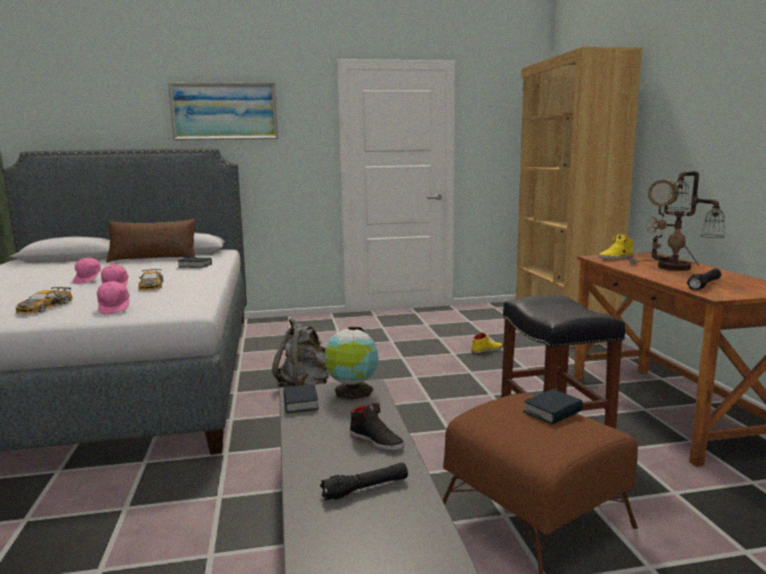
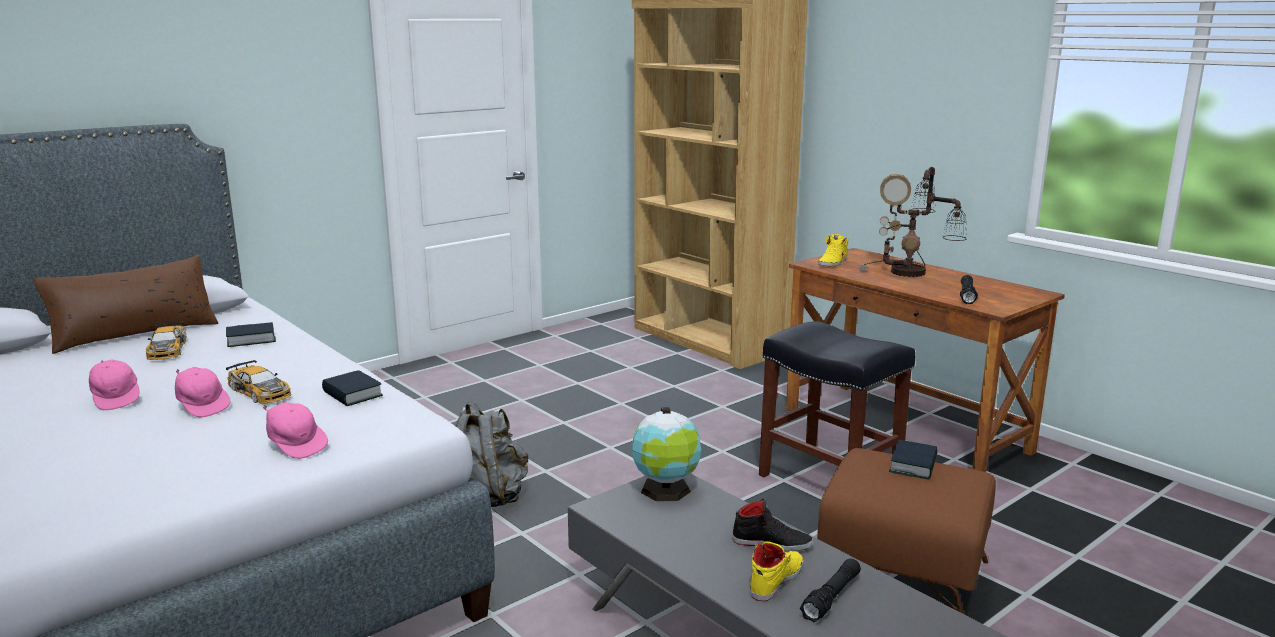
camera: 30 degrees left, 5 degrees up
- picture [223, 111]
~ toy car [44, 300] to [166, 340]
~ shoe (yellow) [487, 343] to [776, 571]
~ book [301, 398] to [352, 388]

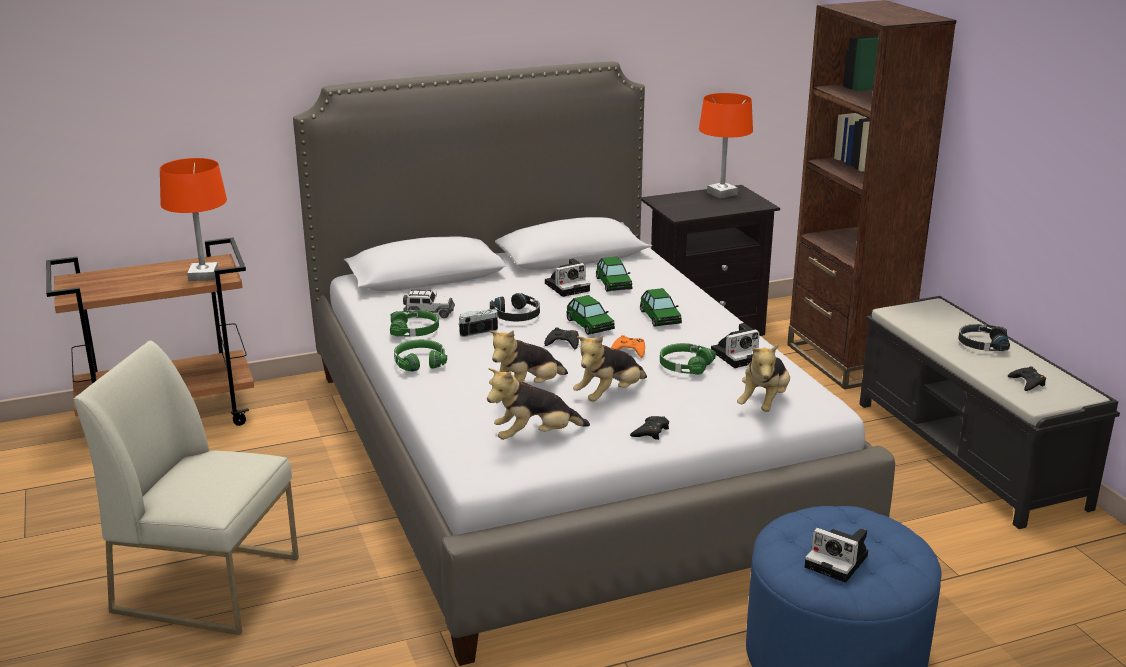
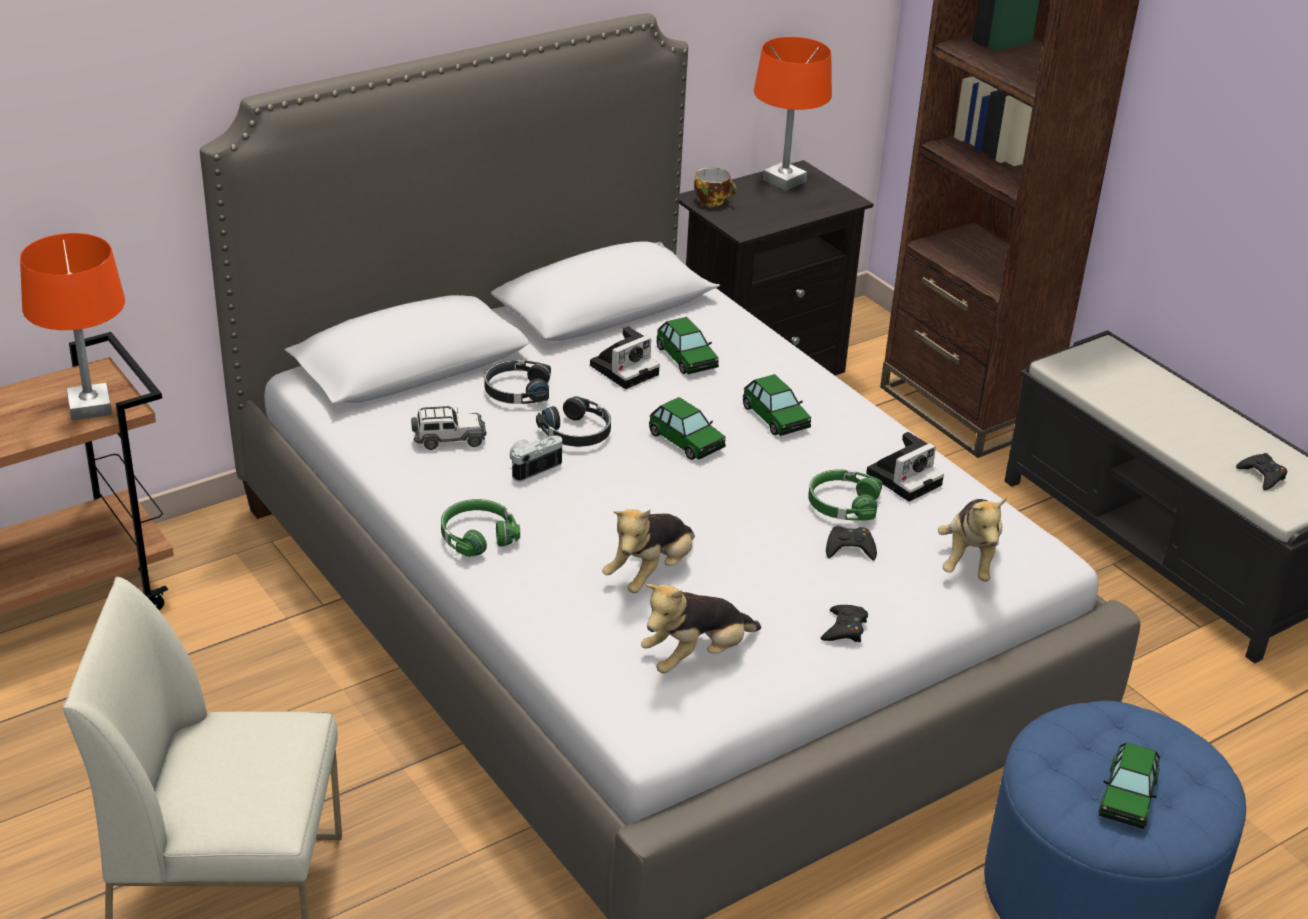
camera: 15 degrees left, 10 degrees up
- headphones (green) [414, 323]
~ headphones (black) [984, 337] to [517, 382]
~ game controller (black) [561, 338] to [851, 543]
- game controller (orange) [628, 346]
- plush toy [610, 369]
~ photo camera [836, 555] to toy car [1129, 785]
+ cup [715, 187]

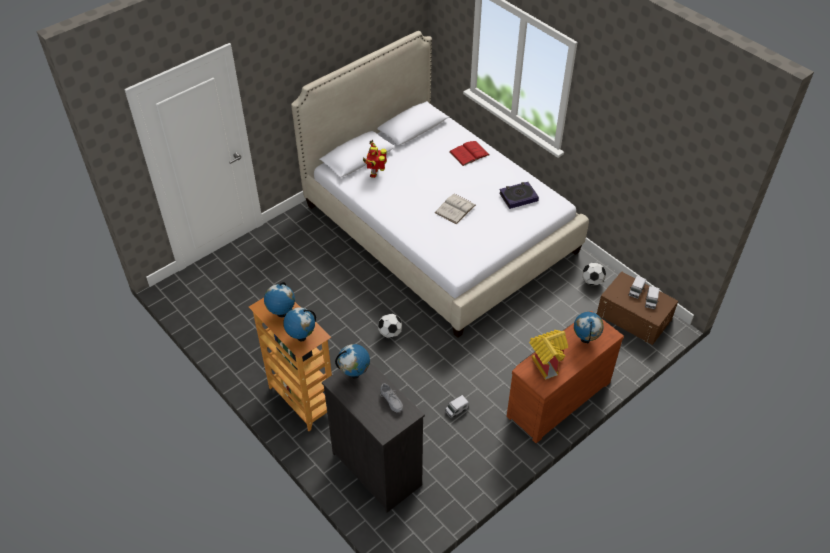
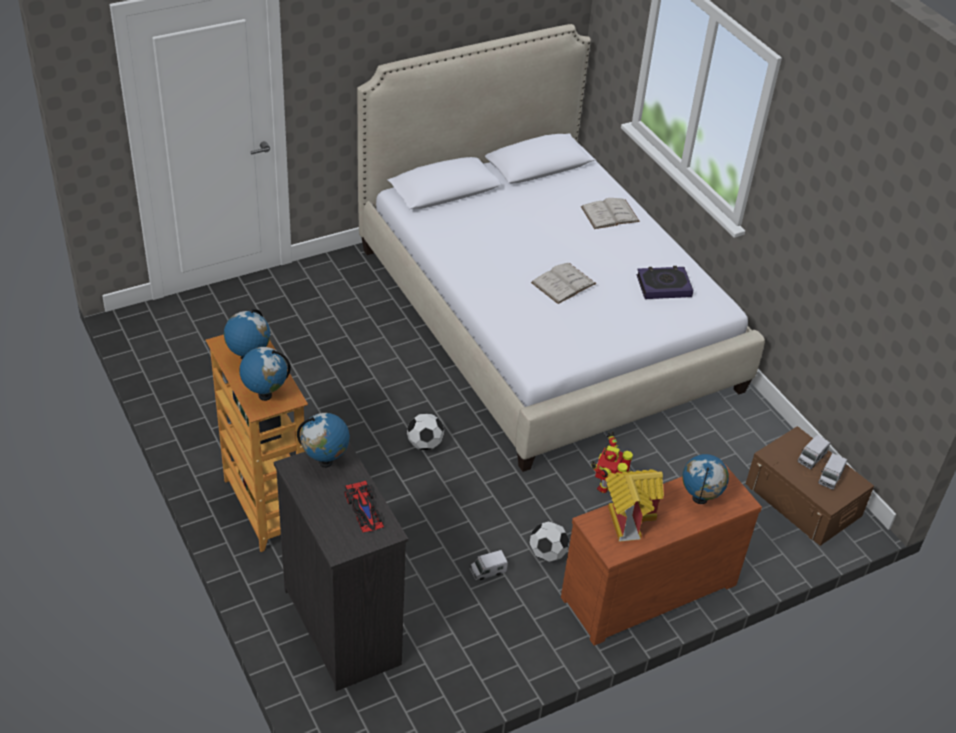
camera: 10 degrees right, 5 degrees down
~ toy robot [375, 159] to [612, 462]
~ book (red) [470, 153] to book (white) [610, 213]
~ football [594, 274] to [549, 541]
~ shoe (grey) [391, 398] to toy car [364, 506]

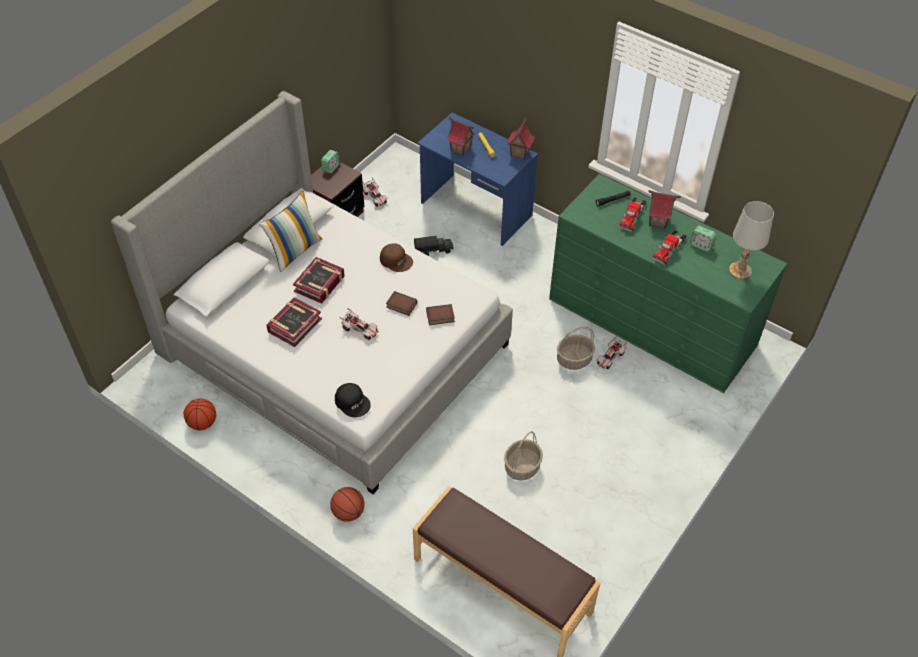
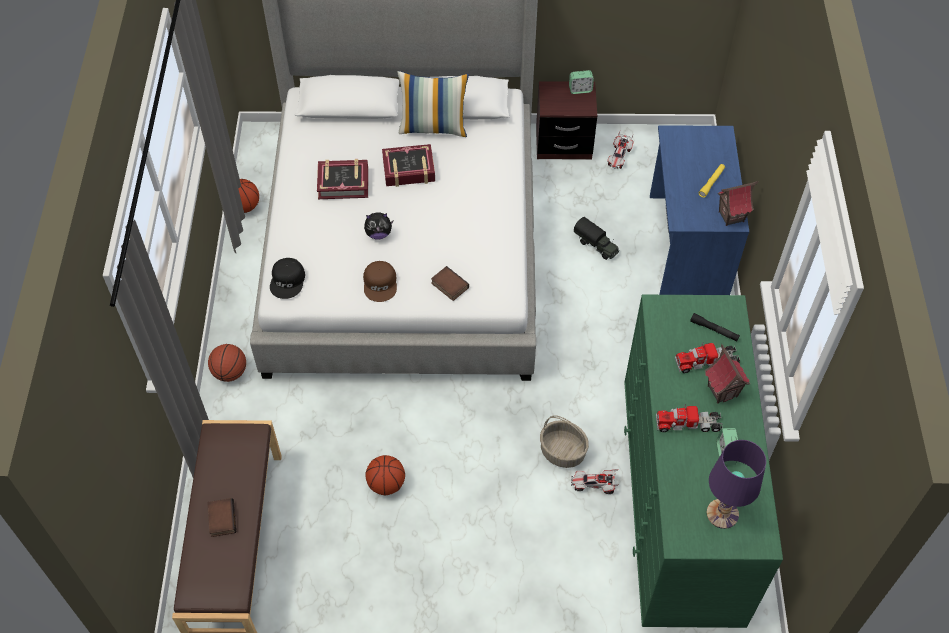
camera: 55 degrees right, 5 degrees up
- toy house [461, 137]
~ table lamp (white) [751, 240] to table lamp (purple) [736, 484]
~ cap (brown) [396, 257] to [380, 281]
~ book [401, 303] to [221, 517]
~ toy car [359, 324] to plush toy [378, 225]
~ basket [523, 456] to basketball [385, 475]

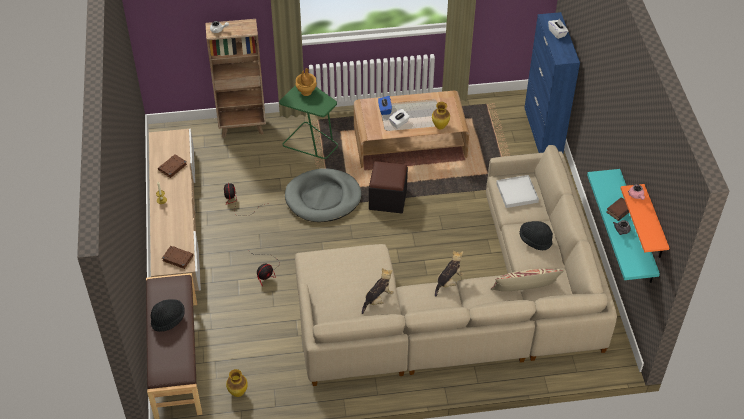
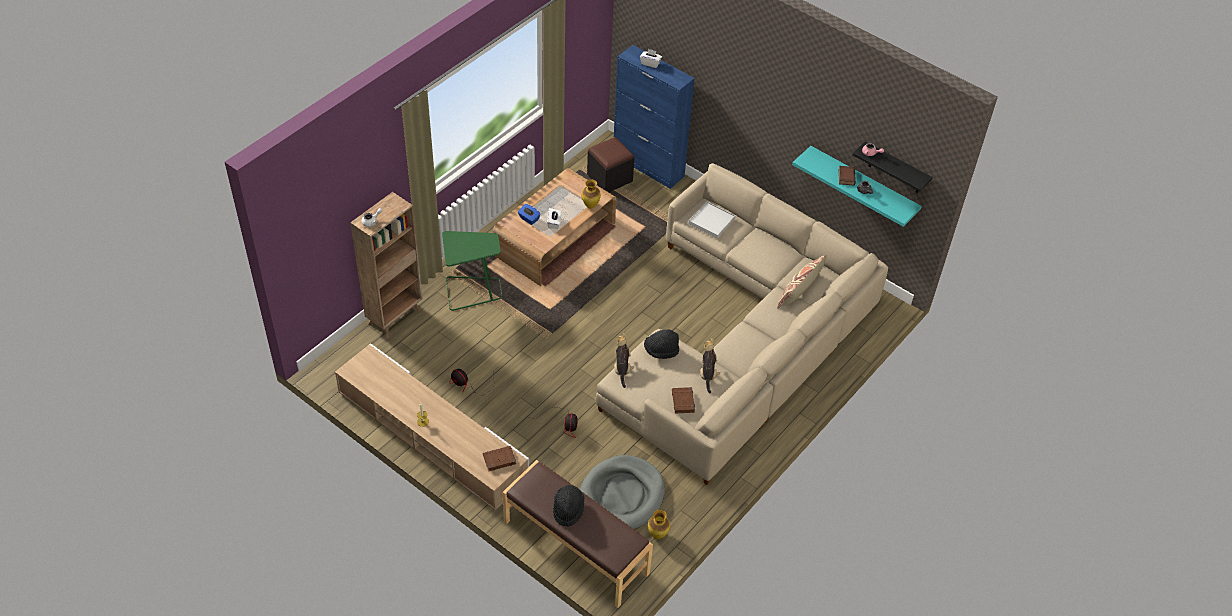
camera: 45 degrees left, 0 degrees up
- vase (brown) [306, 82]
~ book (brown) [172, 166] to [683, 400]
~ ottoman (black) [388, 187] to [610, 164]
~ dog bed (grey) [323, 195] to [622, 492]
~ shelf (orange) [644, 221] to shelf (black) [892, 167]
~ hat (black) [536, 235] to [661, 344]
~ plush toy [449, 273] to [624, 360]

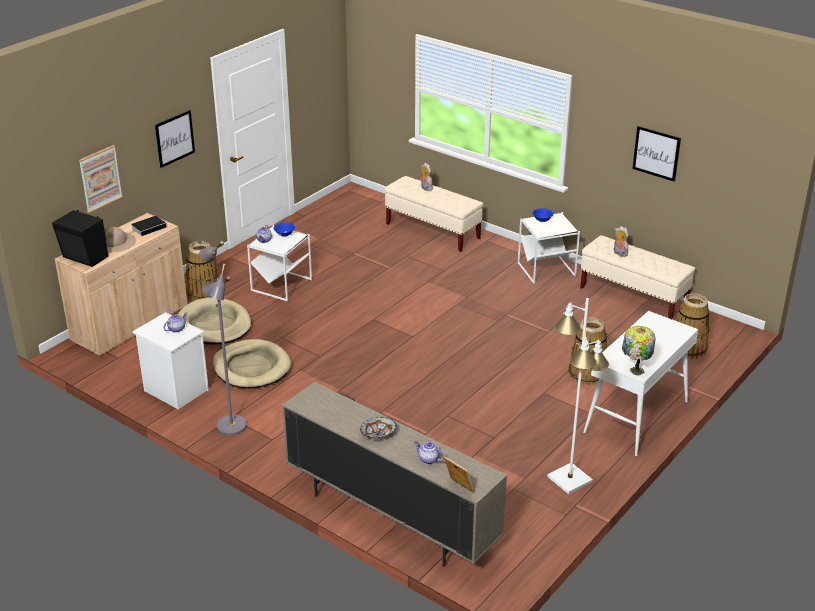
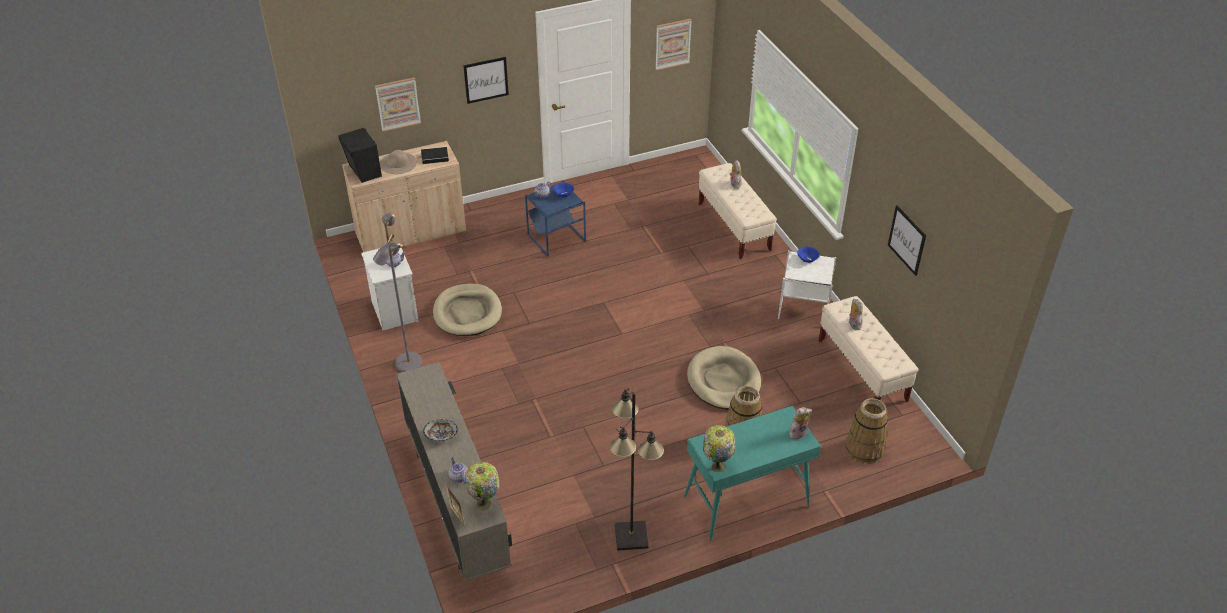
camera: 30 degrees right, 10 degrees up
~ side table (white) [279, 263] to side table (blue) [555, 219]
- basket [202, 270]
~ dog bed (beige) [215, 321] to [724, 378]
~ floor lamp (white) [578, 396] to floor lamp (black) [637, 469]
~ console table (white) [640, 383] to console table (turquoise) [752, 473]
+ picture [673, 45]
+ plush toy [800, 423]
+ table lamp [482, 486]

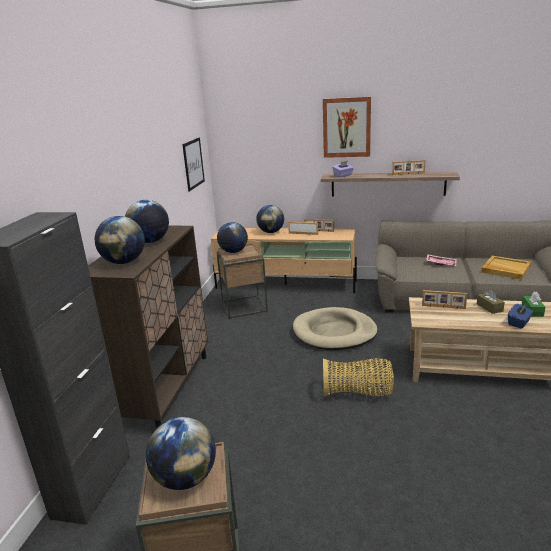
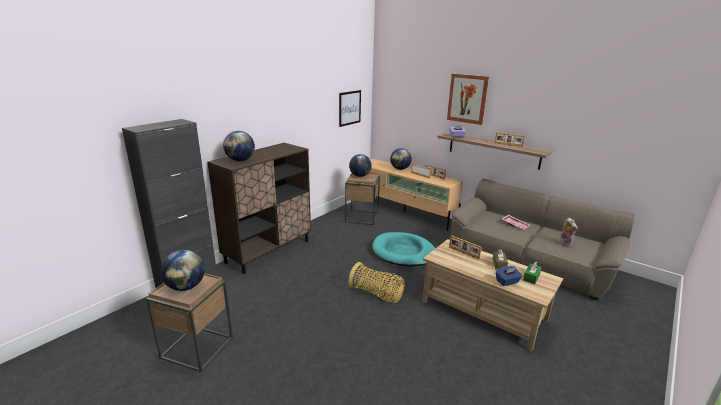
camera: 25 degrees right, 0 degrees up
- globe [147, 221]
~ tray (beige) [506, 268] to plush toy [568, 232]
~ dog bed (beige) [335, 328] to dog bed (turquoise) [403, 249]

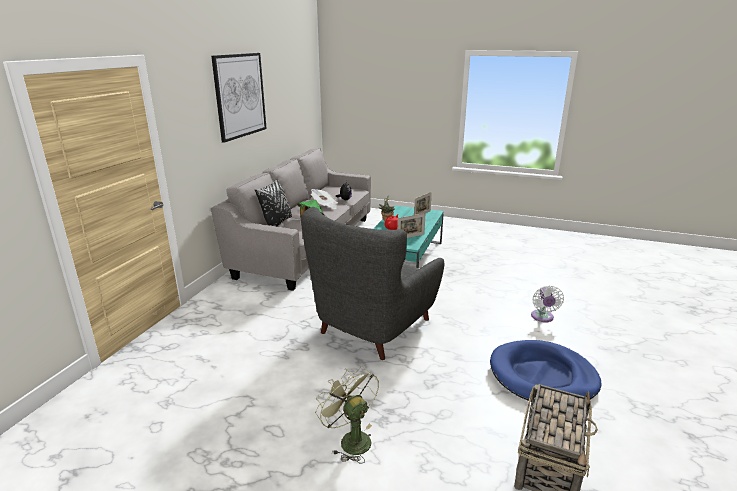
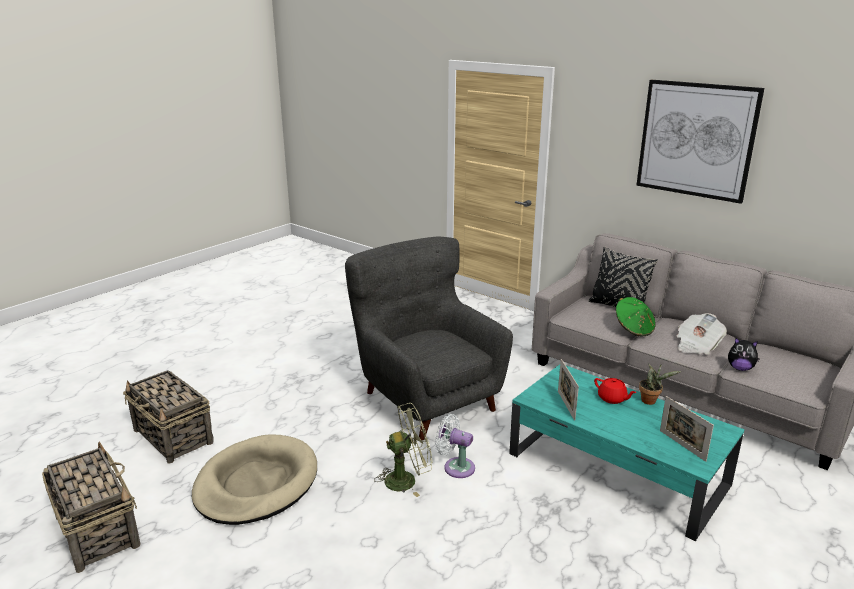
camera: 110 degrees right, 0 degrees up
~ fan (white) [547, 303] to [455, 446]
~ dog bed (blue) [546, 371] to dog bed (beige) [254, 480]
~ fan (green) [347, 415] to [403, 450]
+ basket [91, 507]

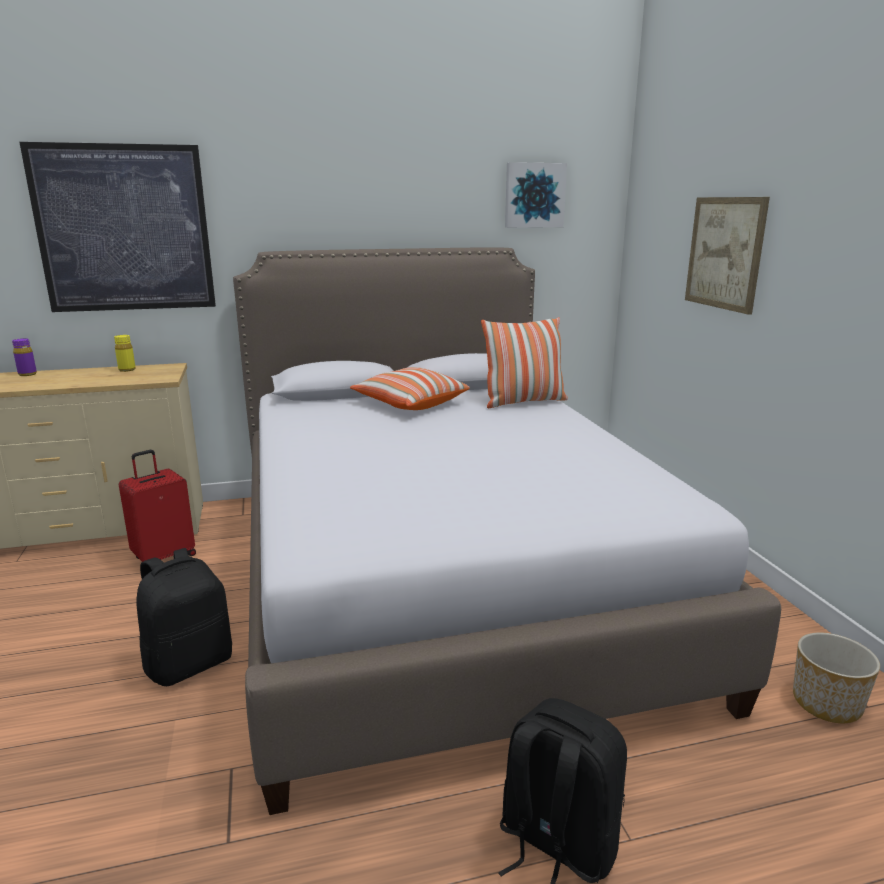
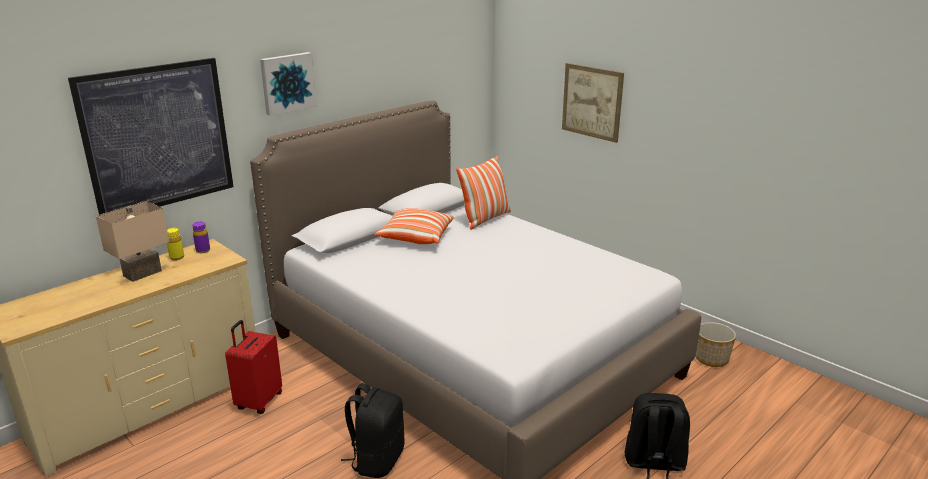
camera: 30 degrees left, 5 degrees up
~ picture [536, 195] to [288, 84]
~ bottle (purple) [24, 357] to [201, 237]
+ table lamp (beige) [132, 241]

